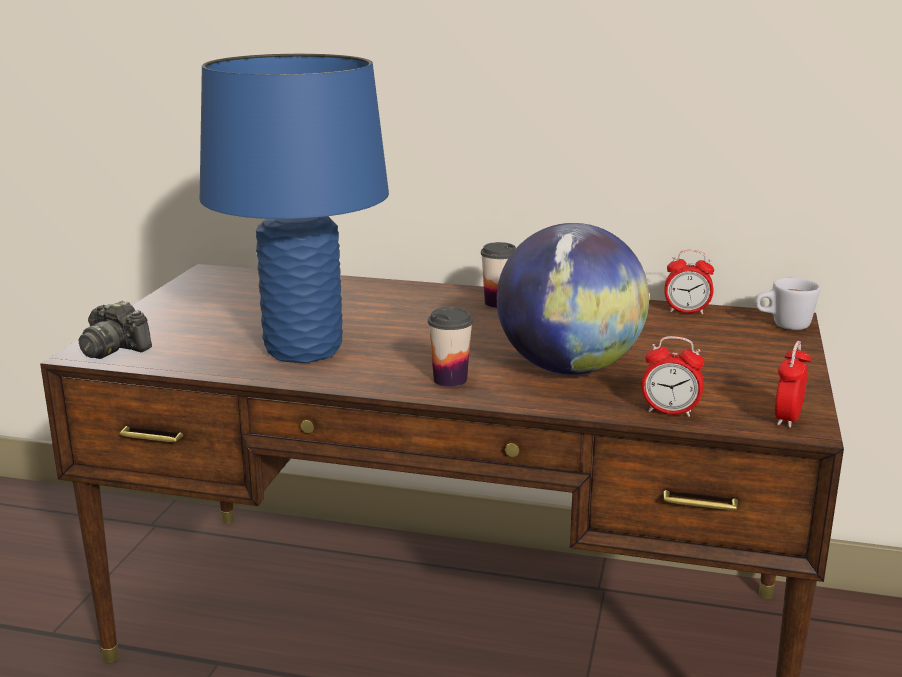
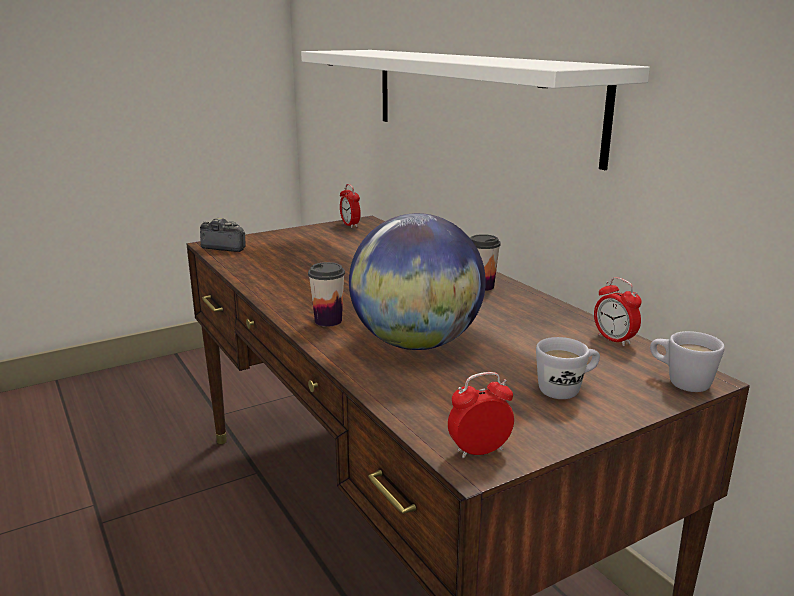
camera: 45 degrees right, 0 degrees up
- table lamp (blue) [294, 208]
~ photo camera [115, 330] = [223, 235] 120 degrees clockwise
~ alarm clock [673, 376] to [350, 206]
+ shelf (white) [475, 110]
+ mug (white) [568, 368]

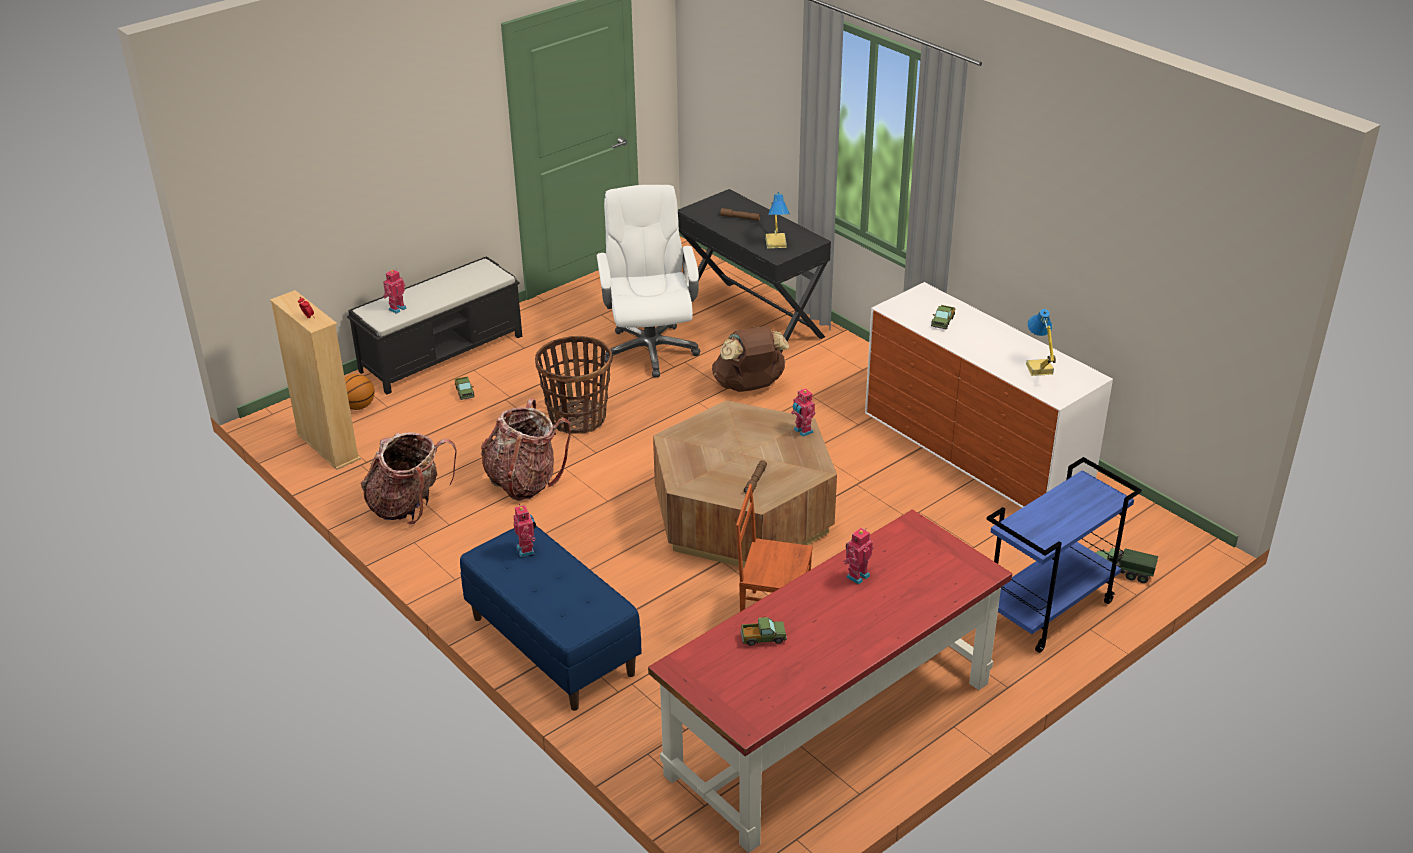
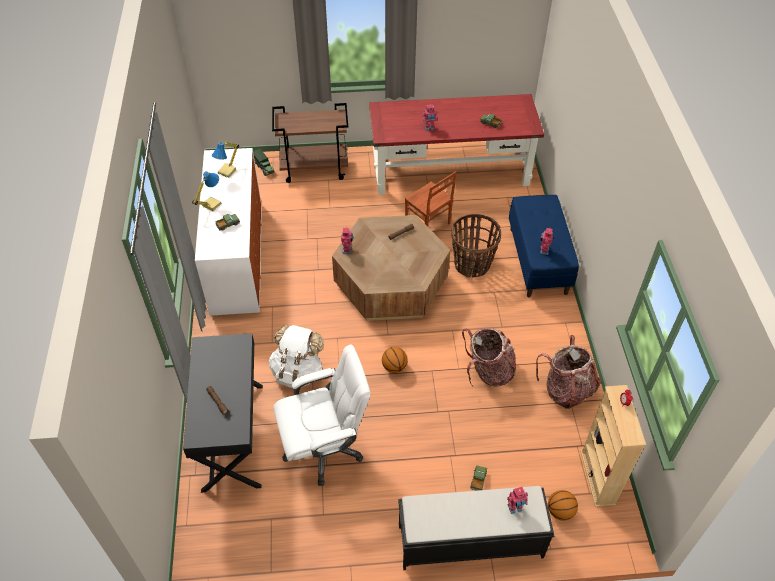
camera: 145 degrees left, 15 degrees up
~ office chair (white) [648, 281] = [322, 415] 135 degrees counterclockwise
~ table lamp [778, 219] to [207, 191]
~ backpack (brown) [750, 359] to backpack (white) [296, 356]
~ basket [573, 385] to [476, 246]
~ cart (blue) [1064, 555] to cart (brown) [310, 143]
+ basketball [395, 360]

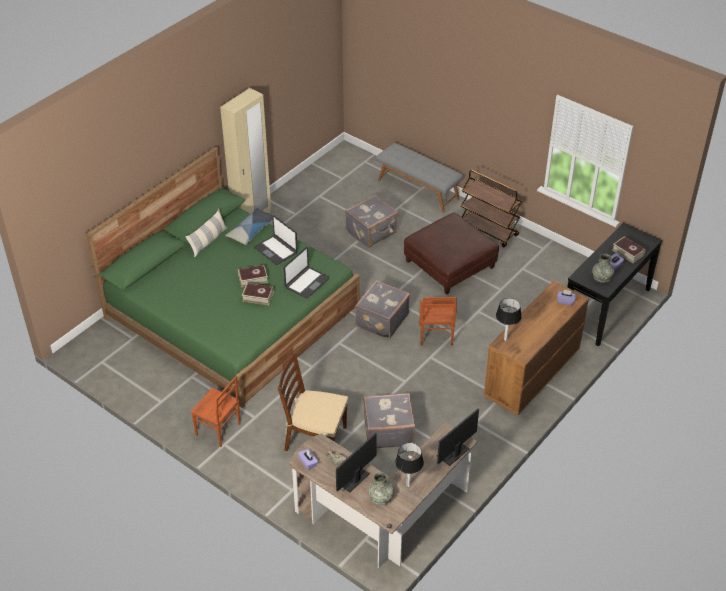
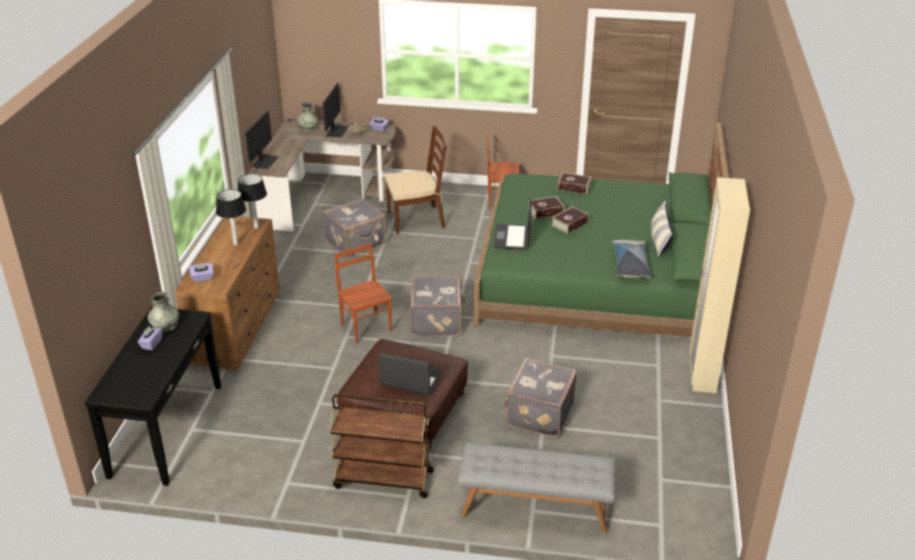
camera: 150 degrees right, 10 degrees down
~ laptop [276, 240] to [410, 373]
~ book [629, 249] to [574, 183]
~ table lamp [409, 465] to [231, 217]

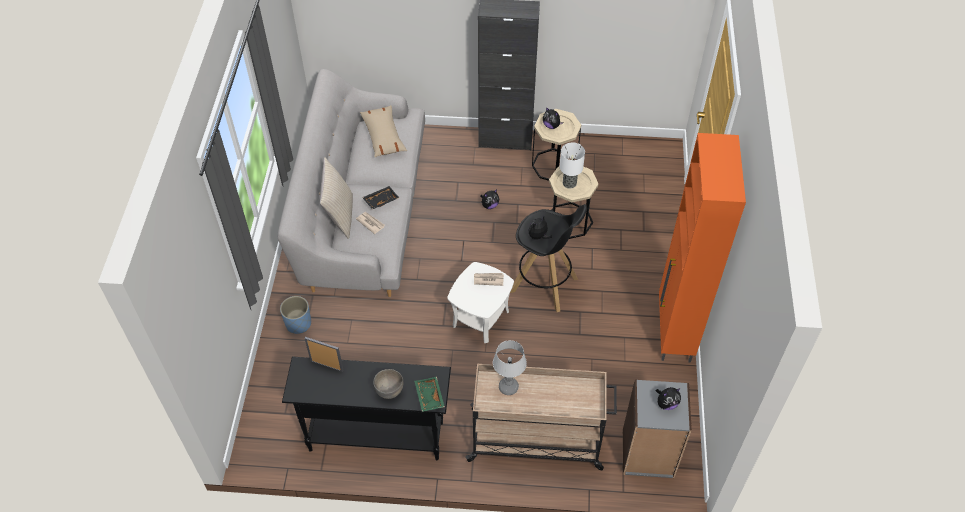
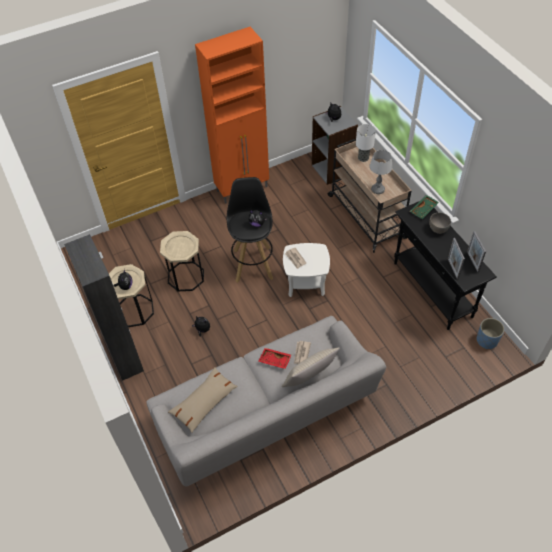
camera: 120 degrees left, 0 degrees up
~ table lamp [572, 166] to [366, 143]
~ tray (black) [380, 197] to tray (red) [275, 358]
~ planter (blue) [295, 315] to [490, 333]
+ picture frame [476, 251]

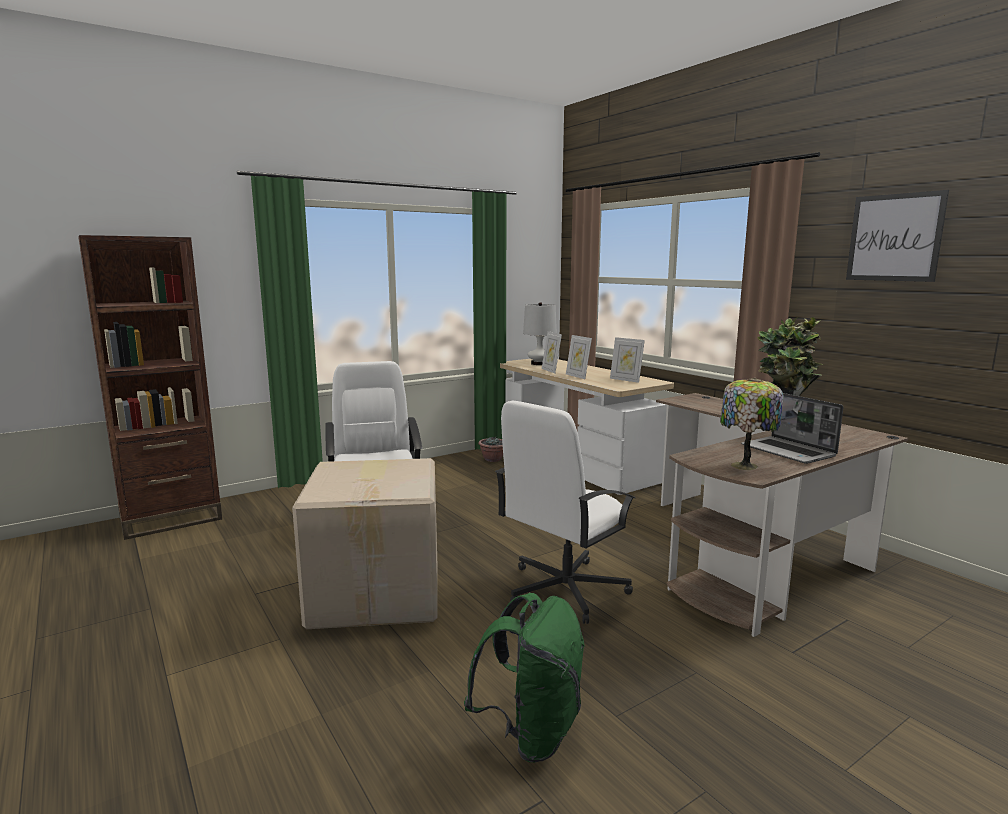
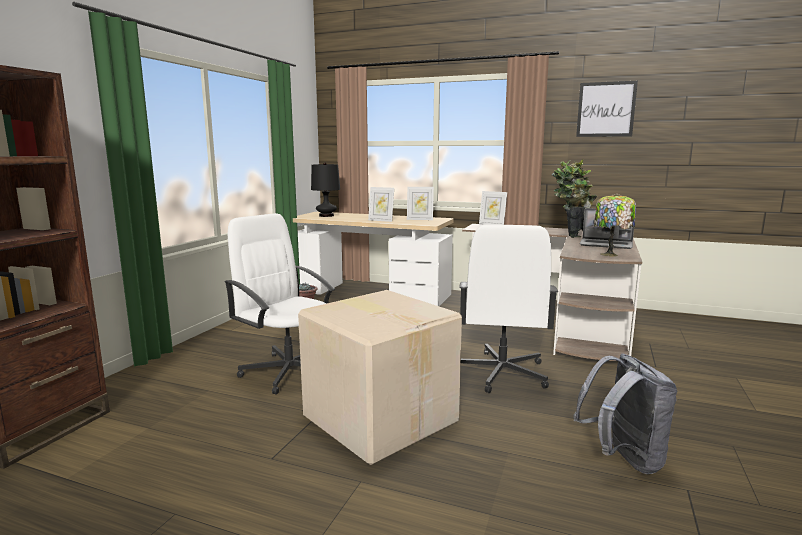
camera: 35 degrees left, 0 degrees up
~ table lamp (white) [540, 333] to table lamp (black) [325, 189]
~ picture frame [552, 352] to [493, 208]
~ backpack (green) [524, 678] to backpack (grey) [625, 413]

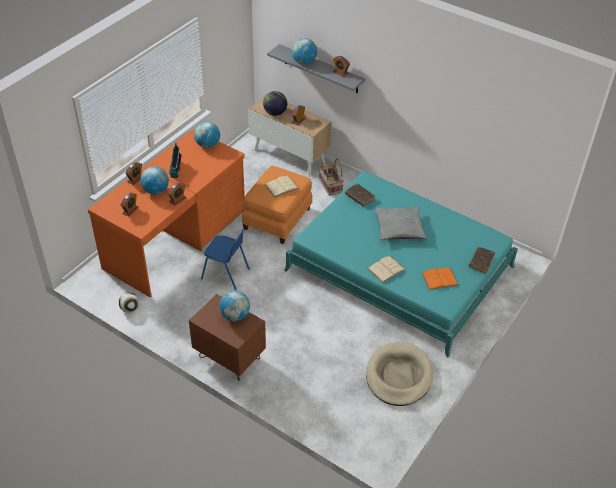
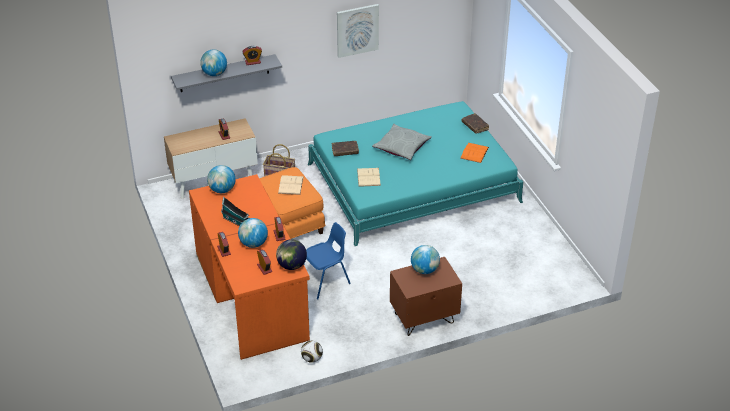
camera: 55 degrees left, 5 degrees down
~ globe [275, 103] to [291, 254]
~ book (beige) [386, 269] to [369, 177]
- dog bed (beige) [399, 374]
+ picture [358, 31]

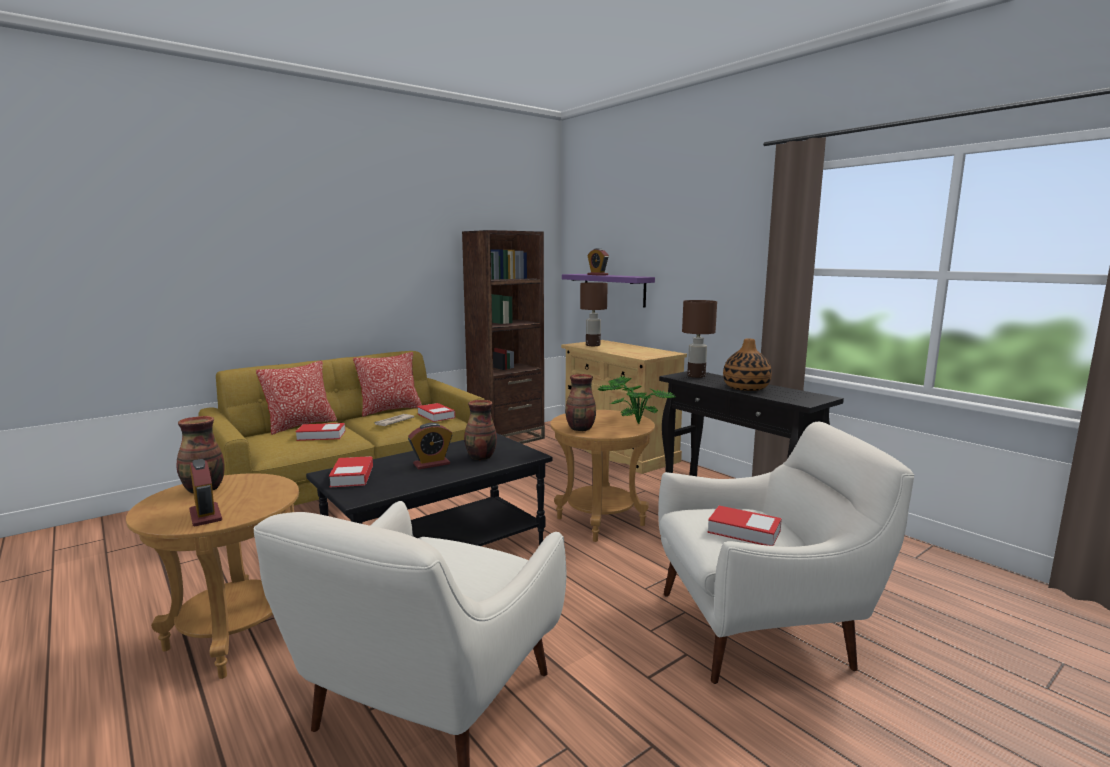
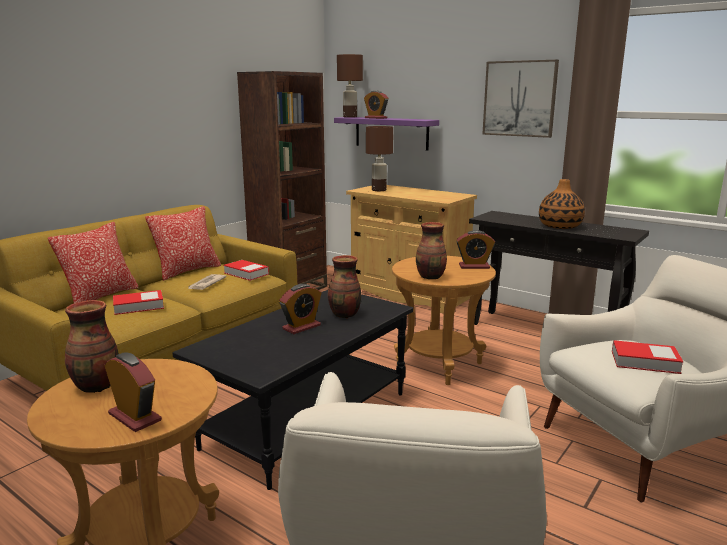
camera: 15 degrees left, 5 degrees up
~ table lamp (brown) [699, 339] to [350, 86]
~ potted plant [636, 400] to alarm clock [475, 249]
- book [351, 471]
+ picture [520, 99]

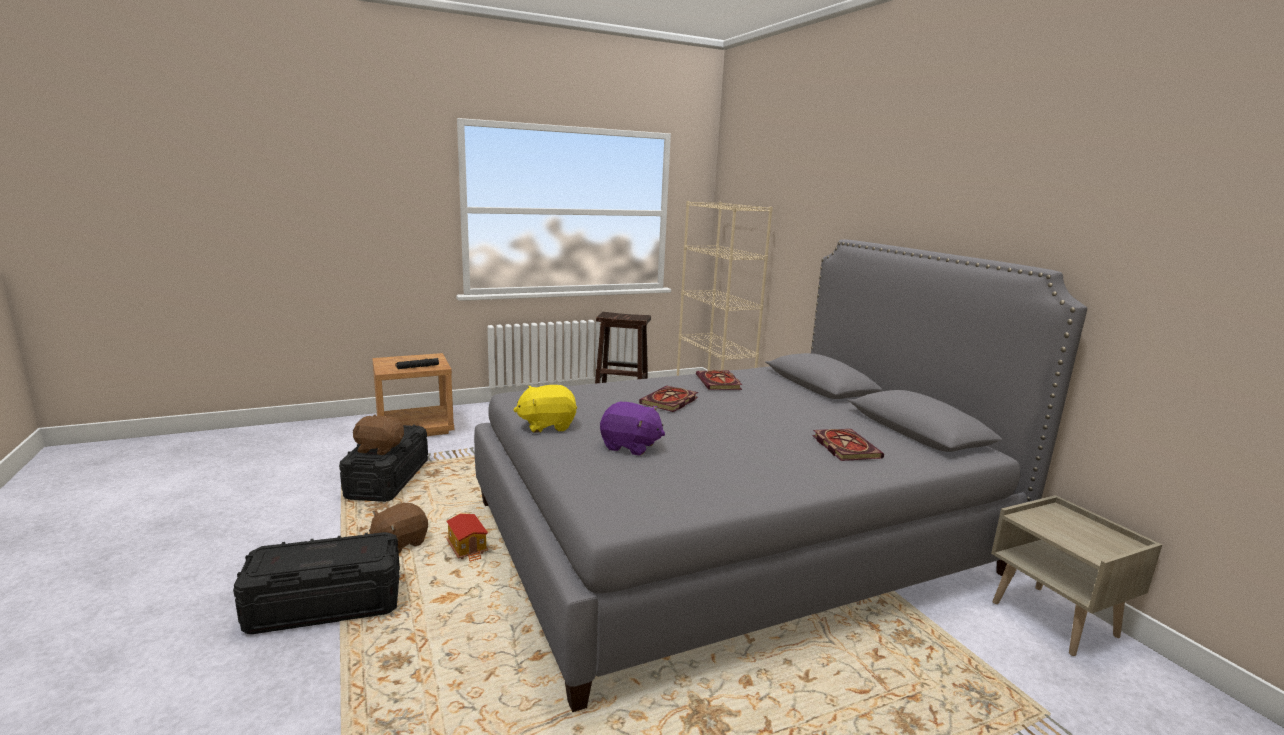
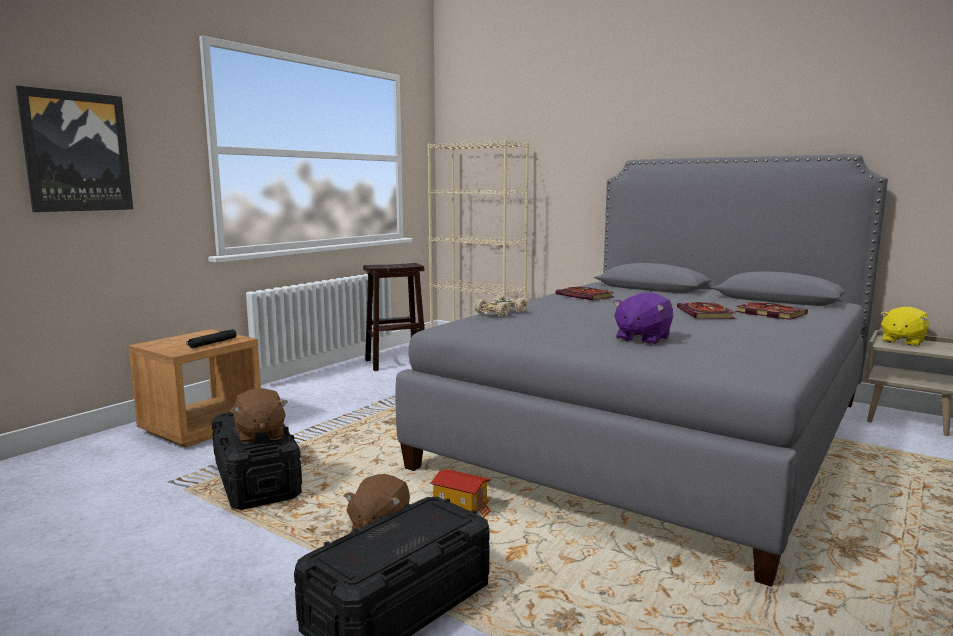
camera: 30 degrees left, 5 degrees down
~ plush toy (yellow) [545, 409] to [904, 326]
~ book [669, 398] to [706, 310]
~ plush toy (purple) [632, 429] = [643, 318] 135 degrees clockwise
~ plush toy (brown) [378, 435] = [259, 416] 90 degrees counterclockwise
+ picture [74, 149]
+ toy car (beige) [501, 306]

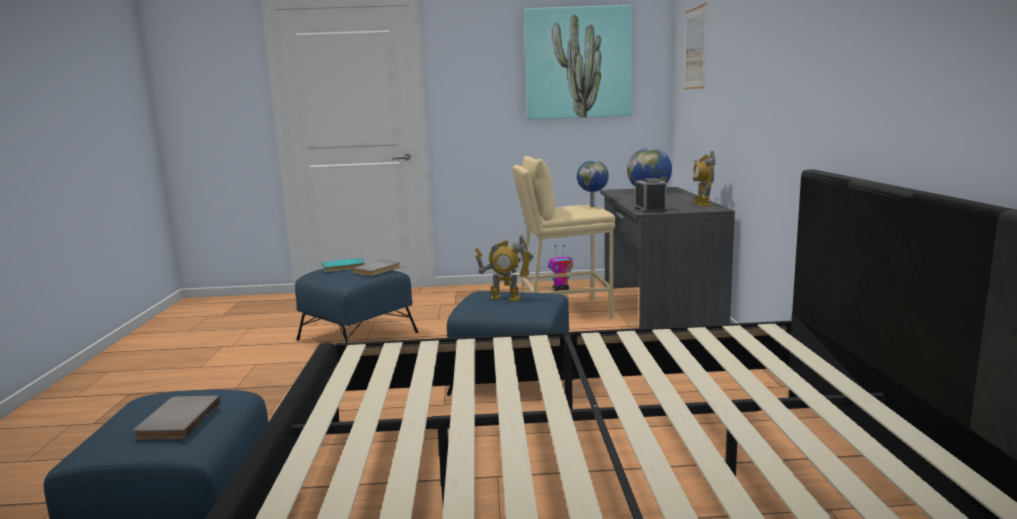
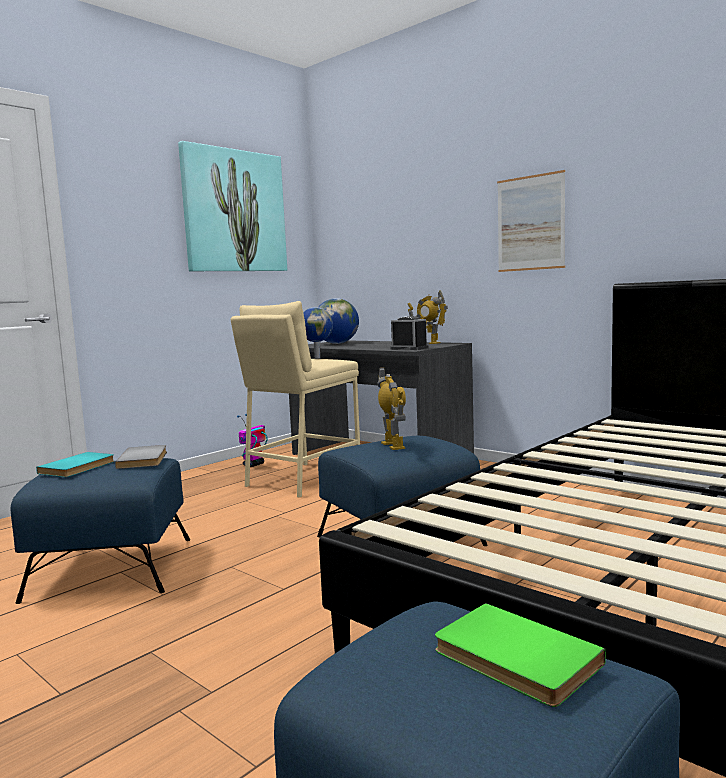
camera: 45 degrees left, 5 degrees down
~ picture [695, 46] to [531, 221]
~ toy robot [504, 268] = [391, 408] 75 degrees counterclockwise
~ book (grey) [177, 417] to book (green) [520, 655]

